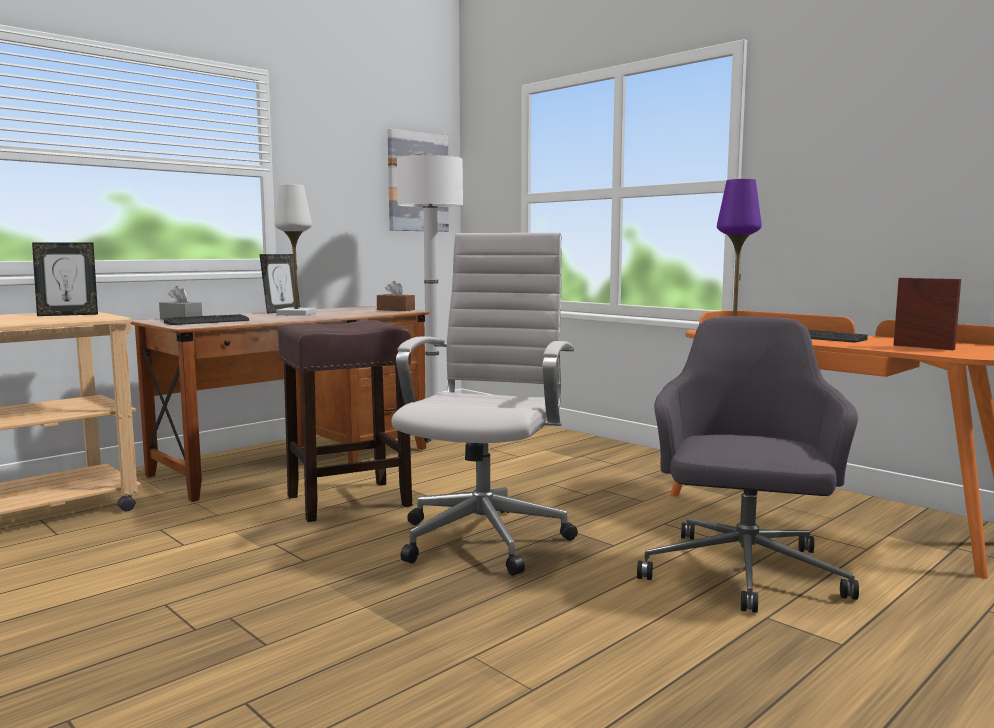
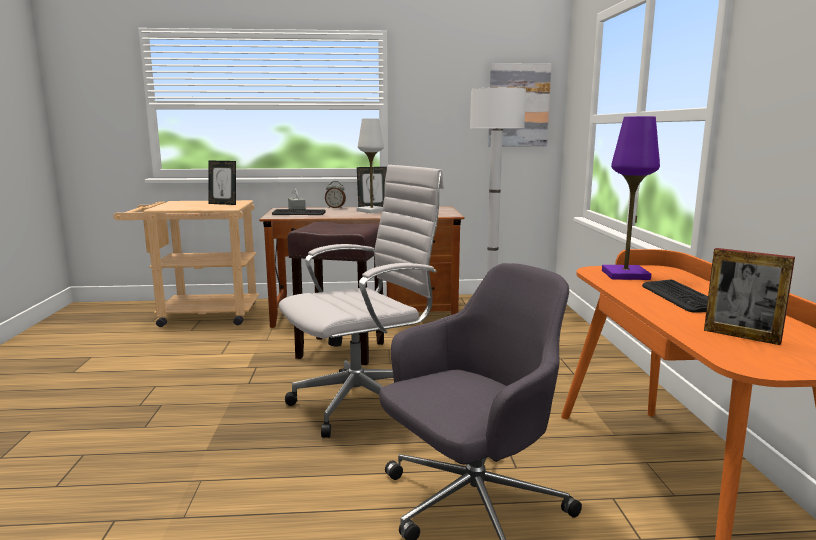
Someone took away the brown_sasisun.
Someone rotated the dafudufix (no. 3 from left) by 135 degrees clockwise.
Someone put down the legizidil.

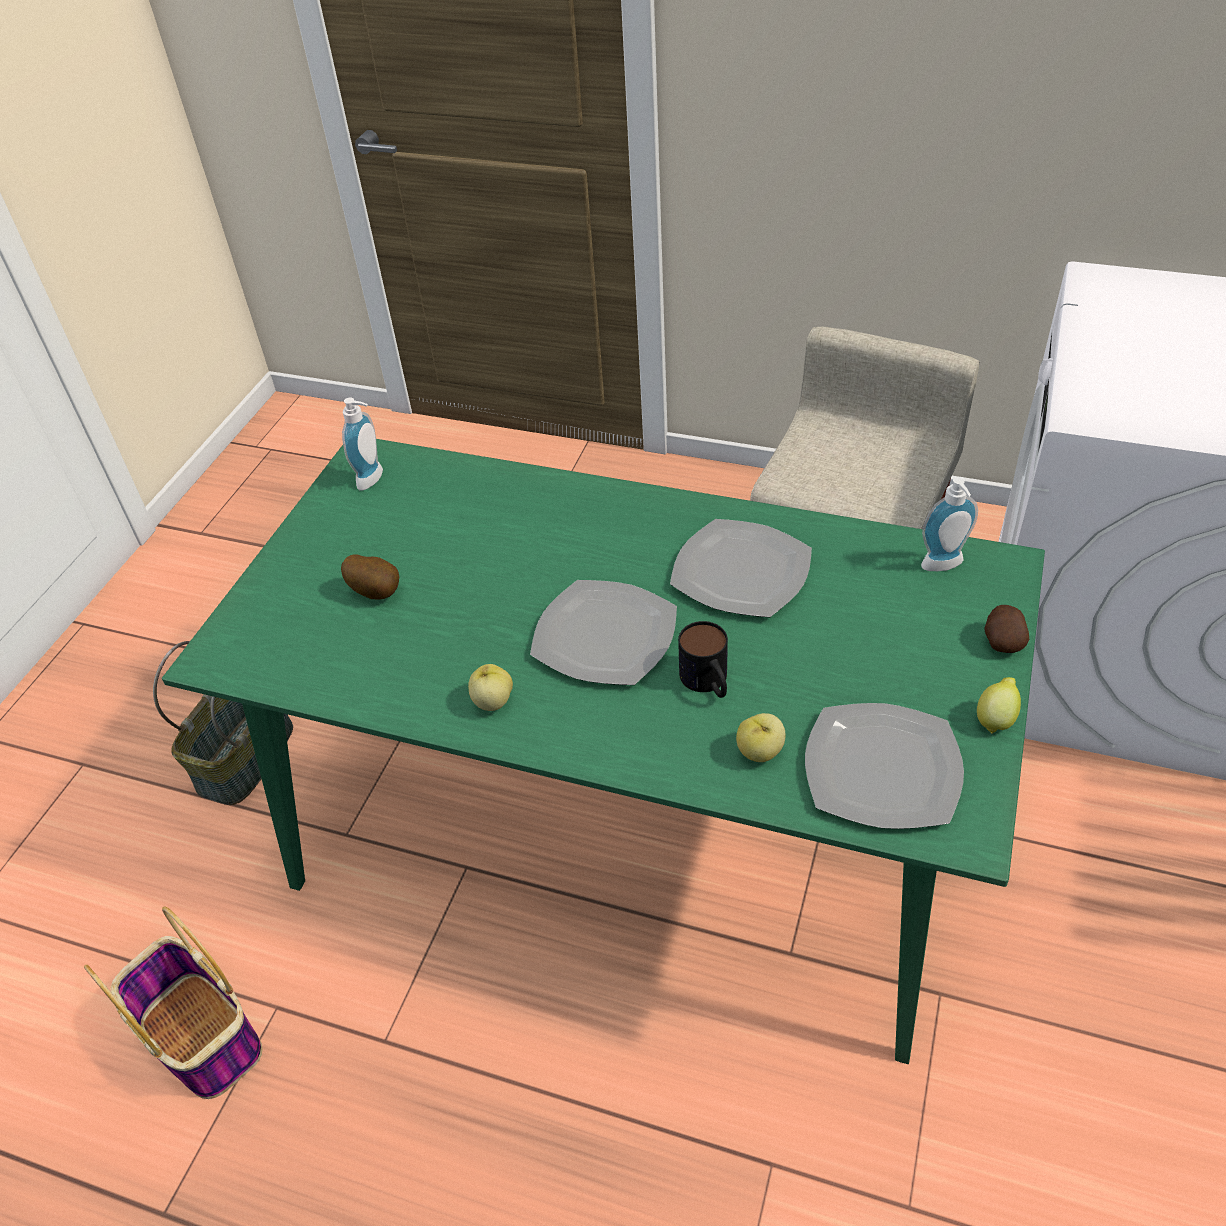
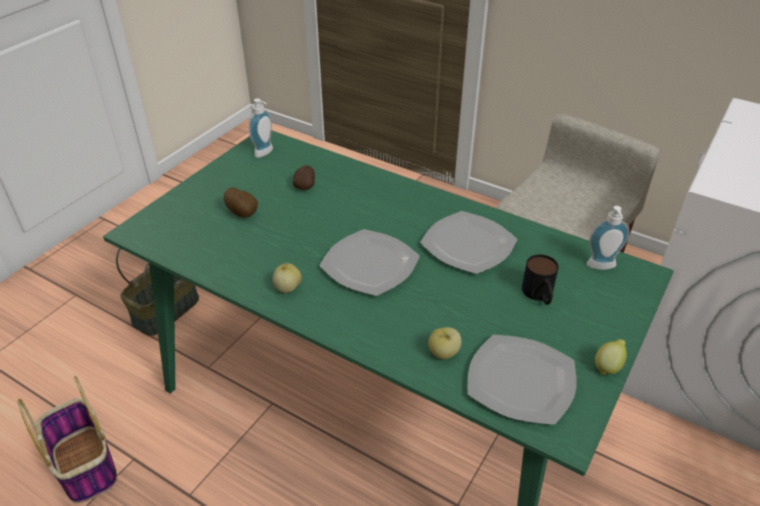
Someone carried the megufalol.
Someone carried the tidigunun (no. 2 from left).

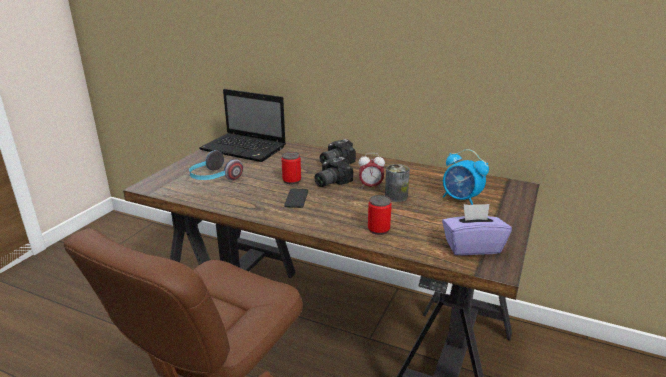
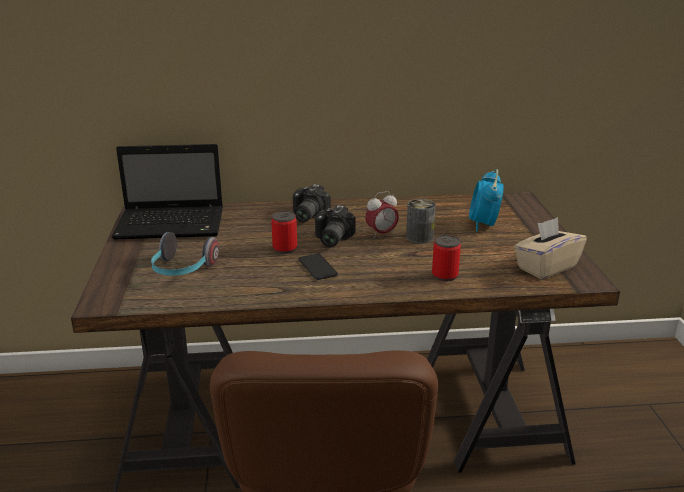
Someone repainted the purple_sasisun, which became the beige_sasisun.
Someone rotated the legizidil (no. 2 from left) by 90 degrees clockwise.

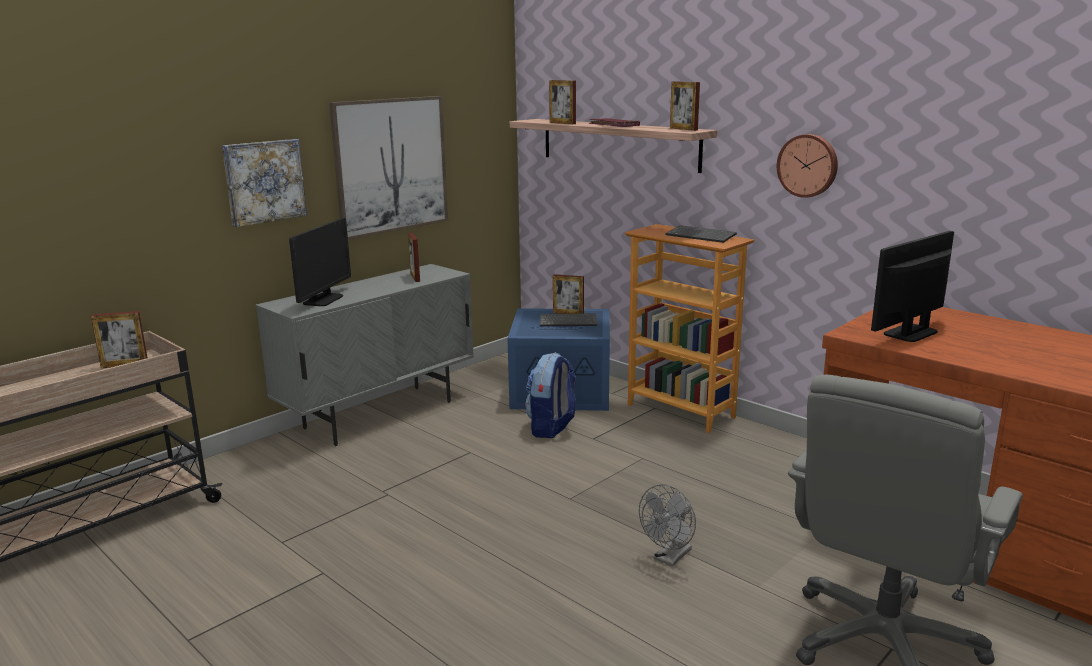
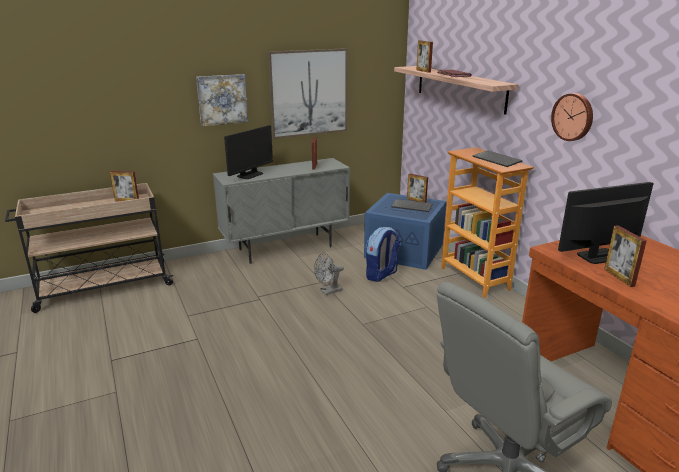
Someone carried the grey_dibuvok.
Someone carried the dafudufix (no. 5 from left).

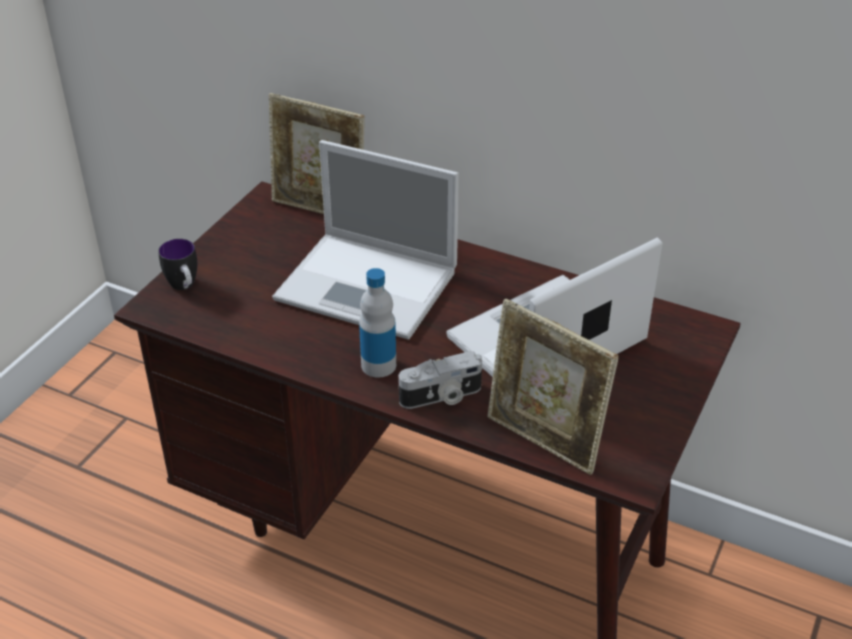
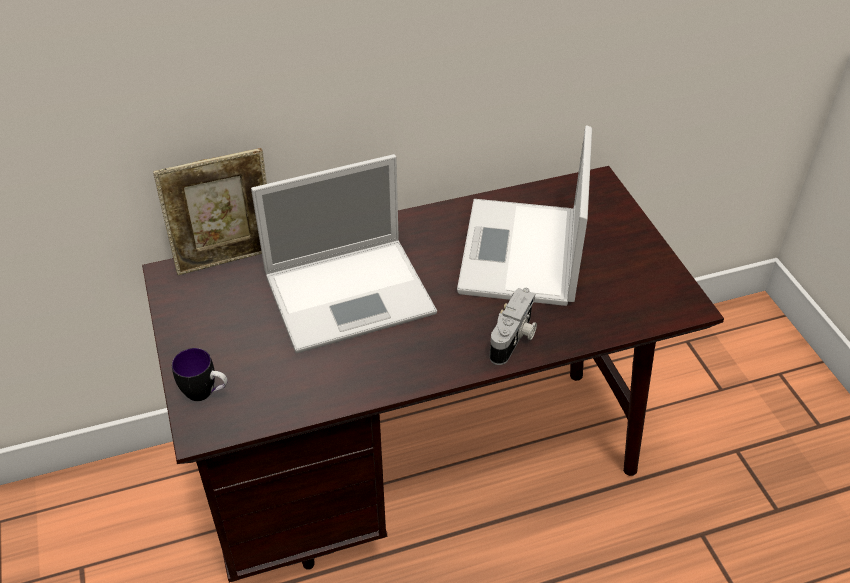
Someone took away the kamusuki.
Someone took away the dafudufix (no. 2 from left).

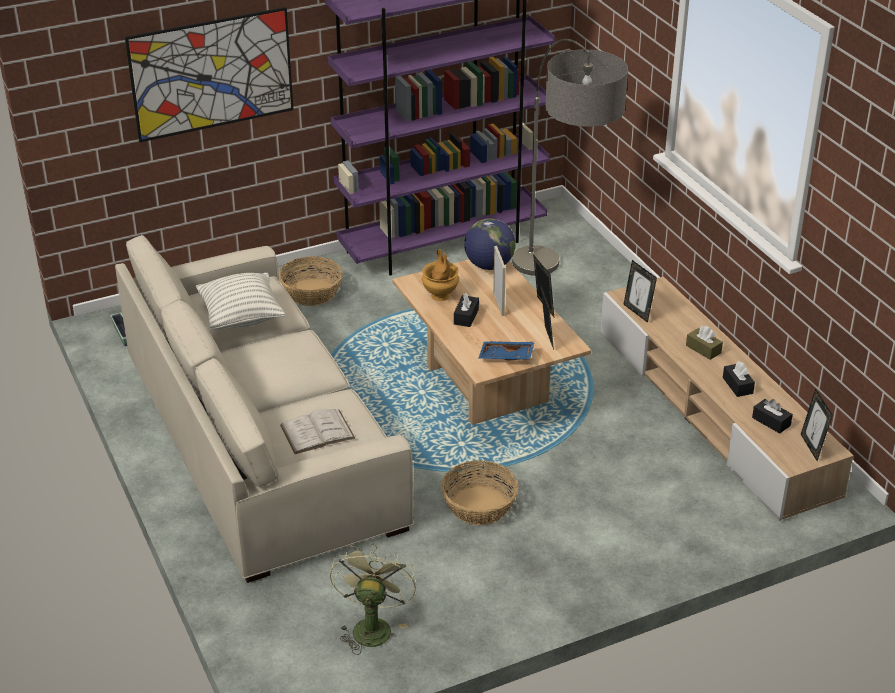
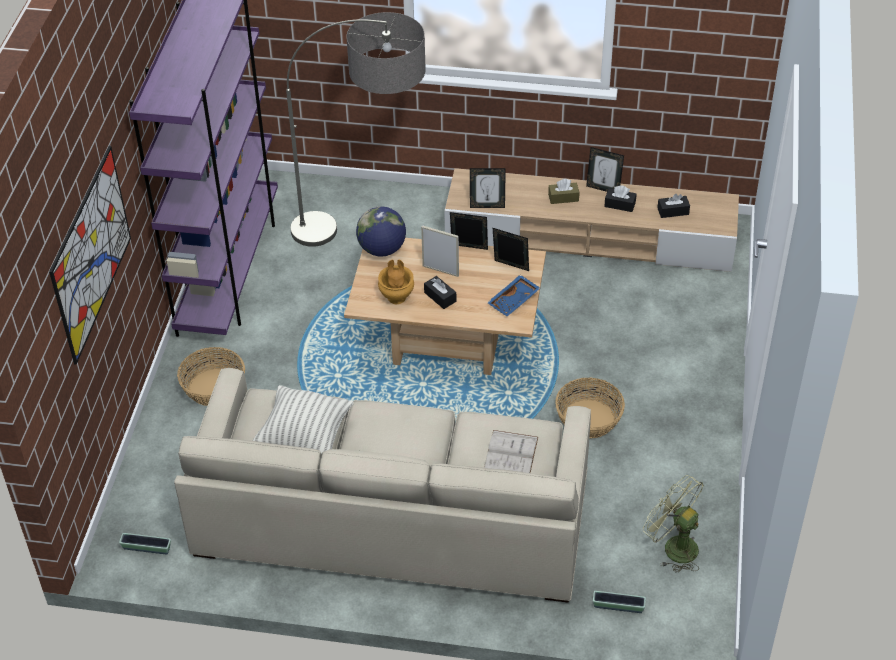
Someone carried the dafudufix (no. 5 from left).
Someone put down the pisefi (no. 2 from left).

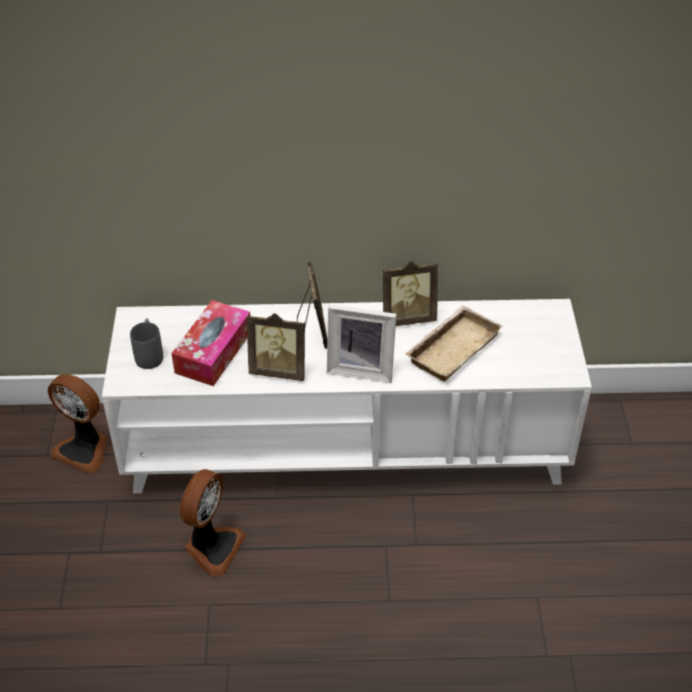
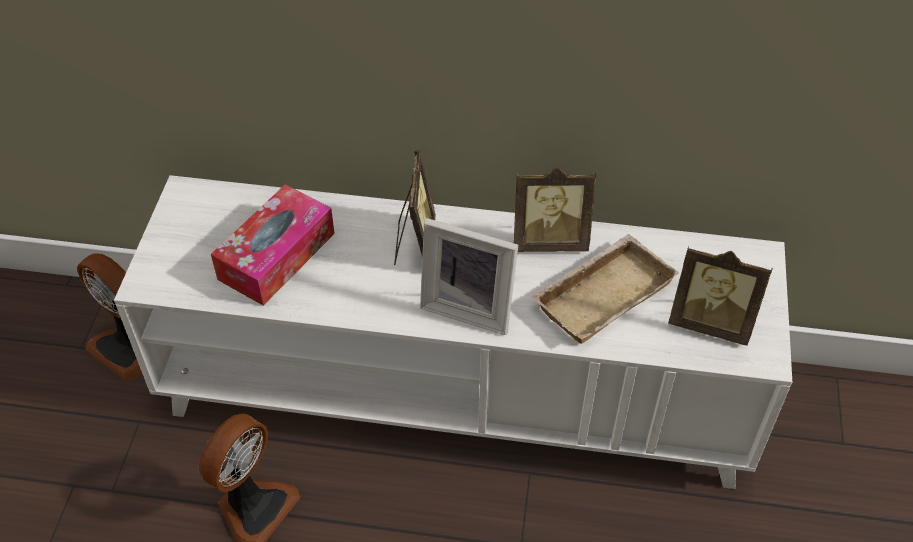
Someone took away the grey_megufalol.
Someone carried the dafudufix (no. 1 from left in the first image).

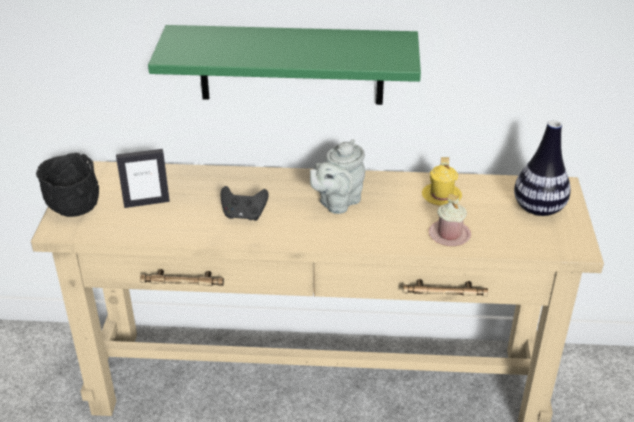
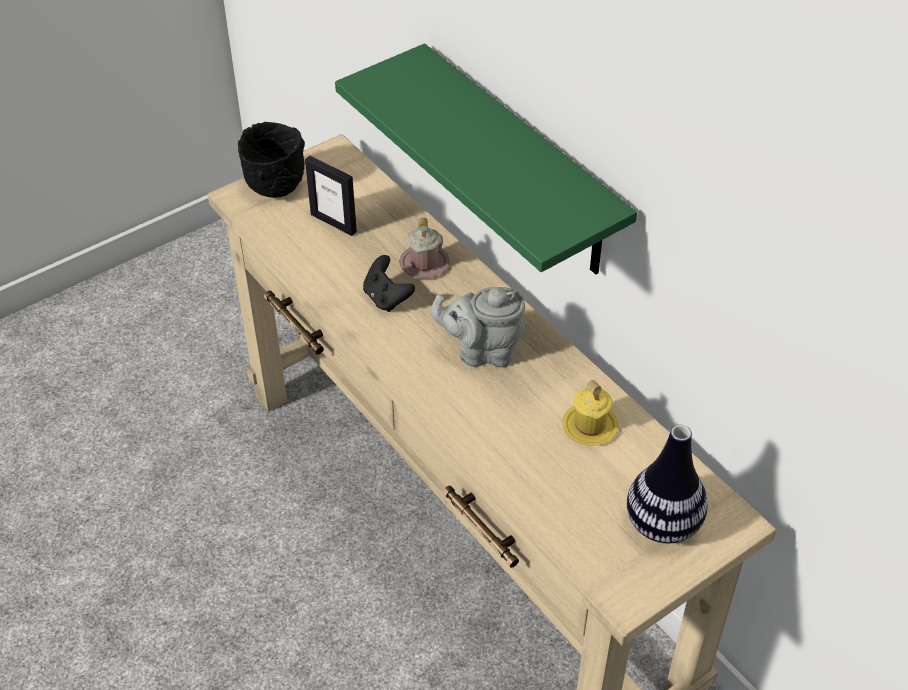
Someone carried the pink_megufalol.

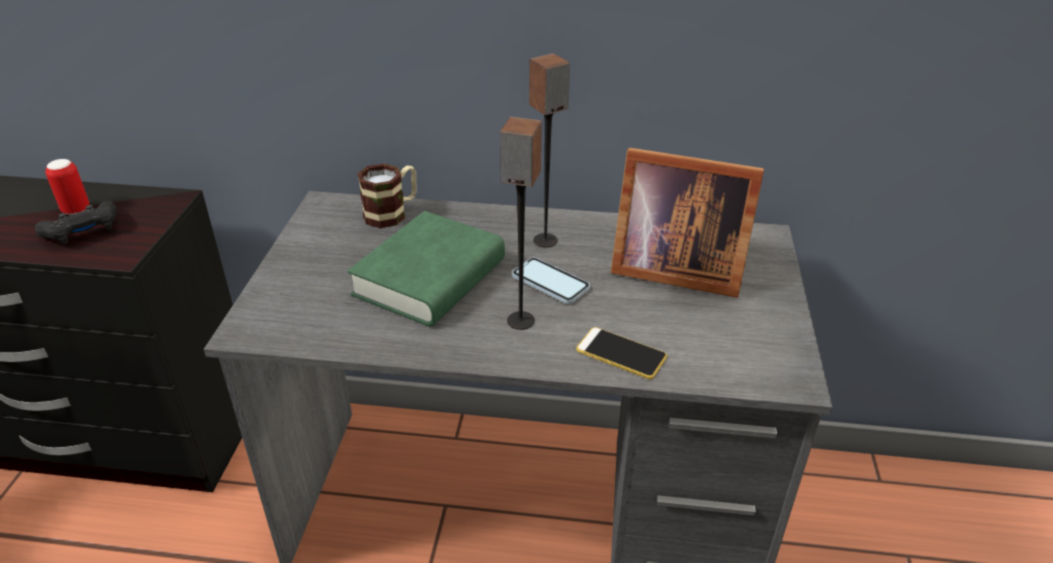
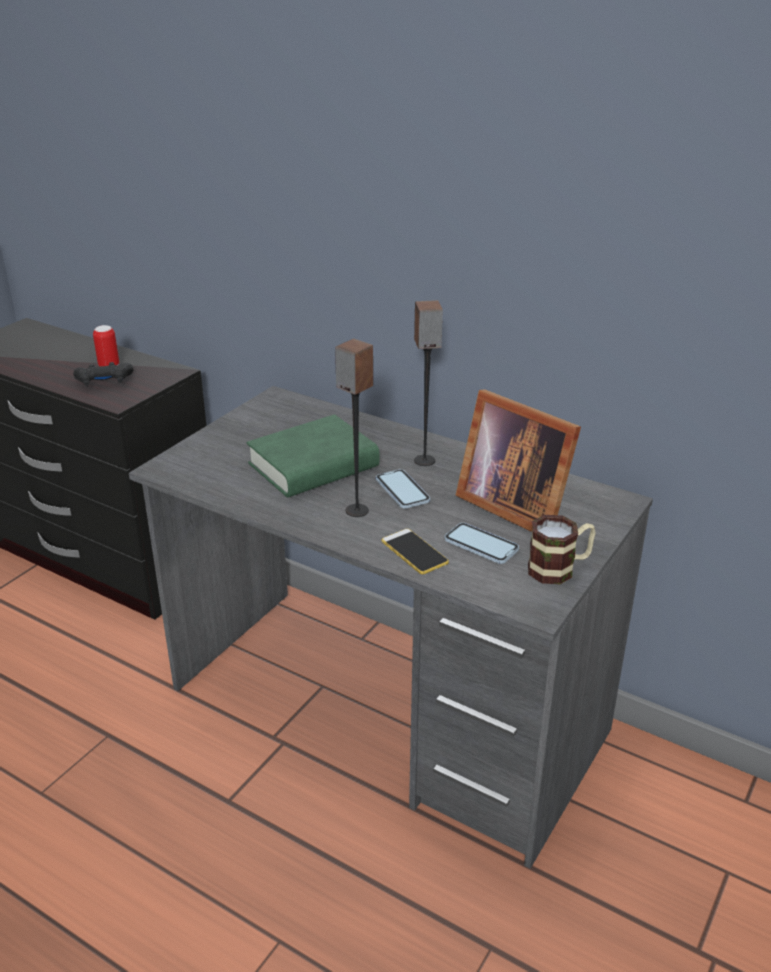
Someone carried the megufalol.
Someone put down the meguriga (no. 3 from left).

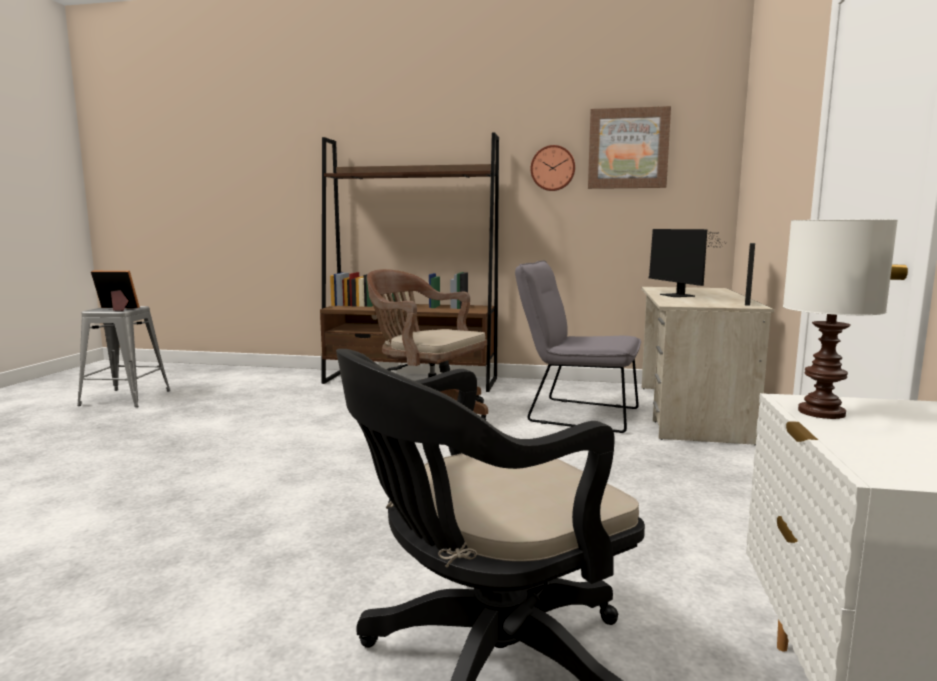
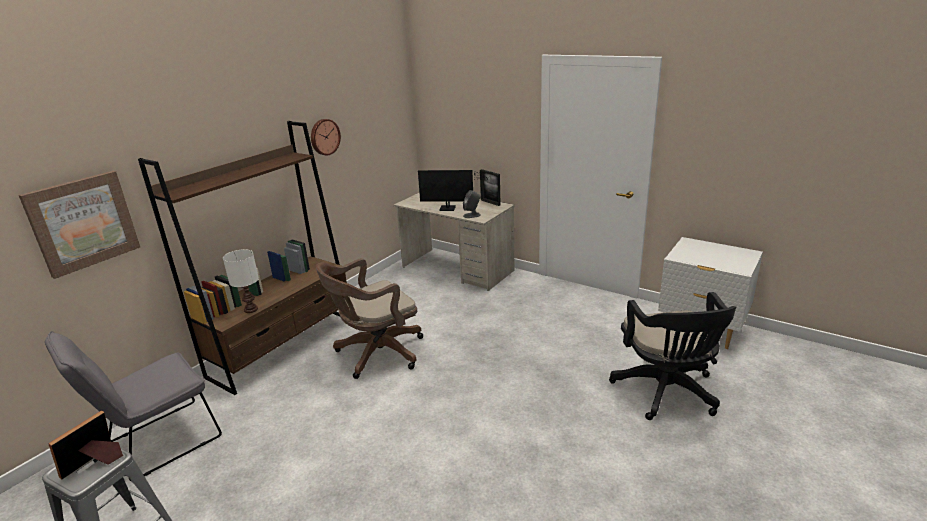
Someone carried the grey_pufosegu.
Someone carried the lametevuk.
Someone carried the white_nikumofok.
Someone put down the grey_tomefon.

